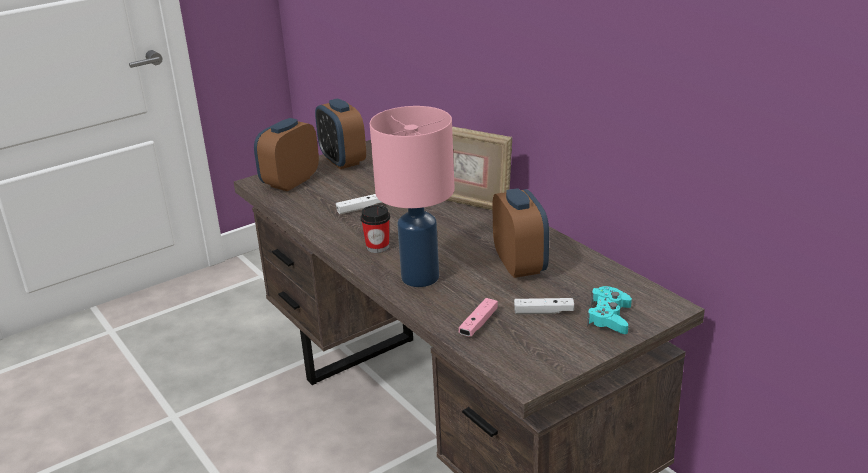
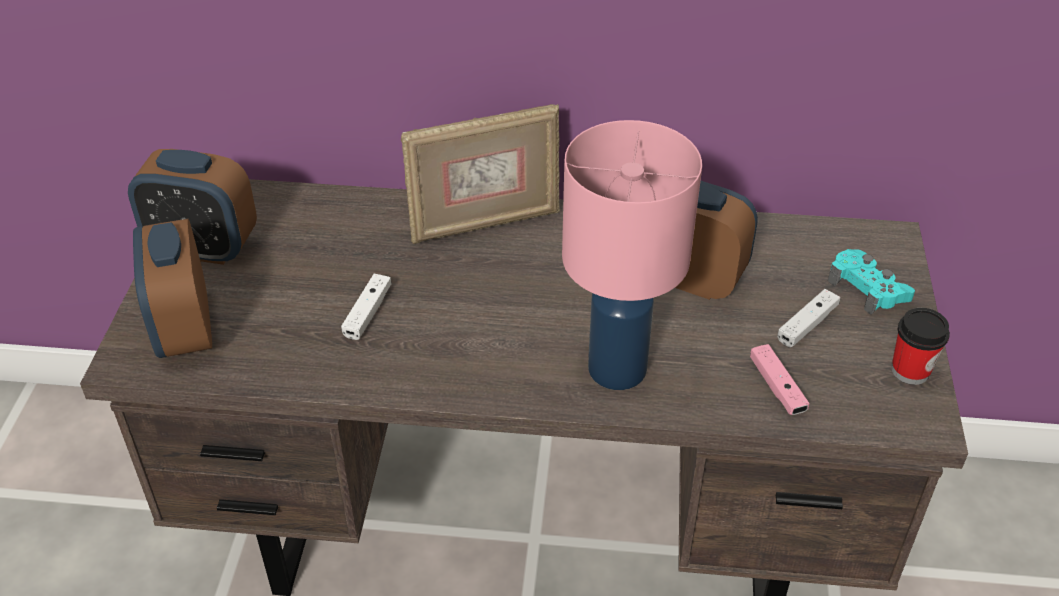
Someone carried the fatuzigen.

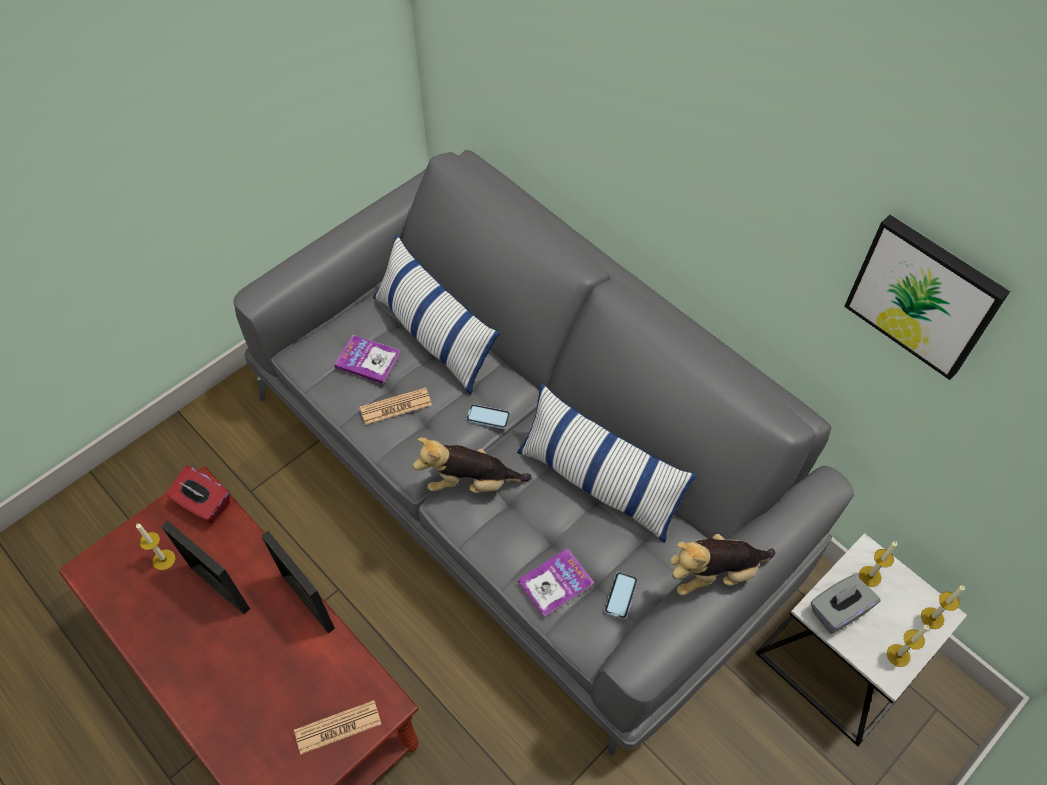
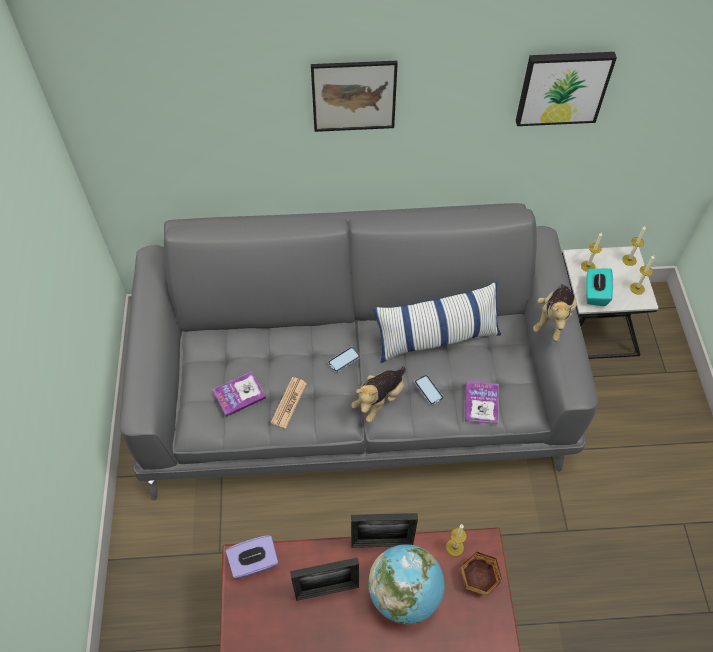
Someone carried the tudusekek (no. 1 from left).
Someone repainted the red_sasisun, which became the purple_sasisun.
Someone swapped the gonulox (no. 1 from left) for the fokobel.
Someone took away the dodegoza (no. 1 from left).
Someone carried the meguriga (no. 2 from left).
Someone repainted the grey_sasisun, which became the turquoise_sasisun.
Someone put up the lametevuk (no. 1 from left).
Someone put down the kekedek.

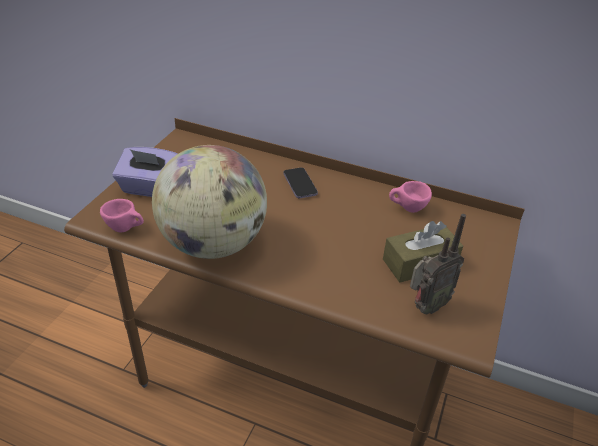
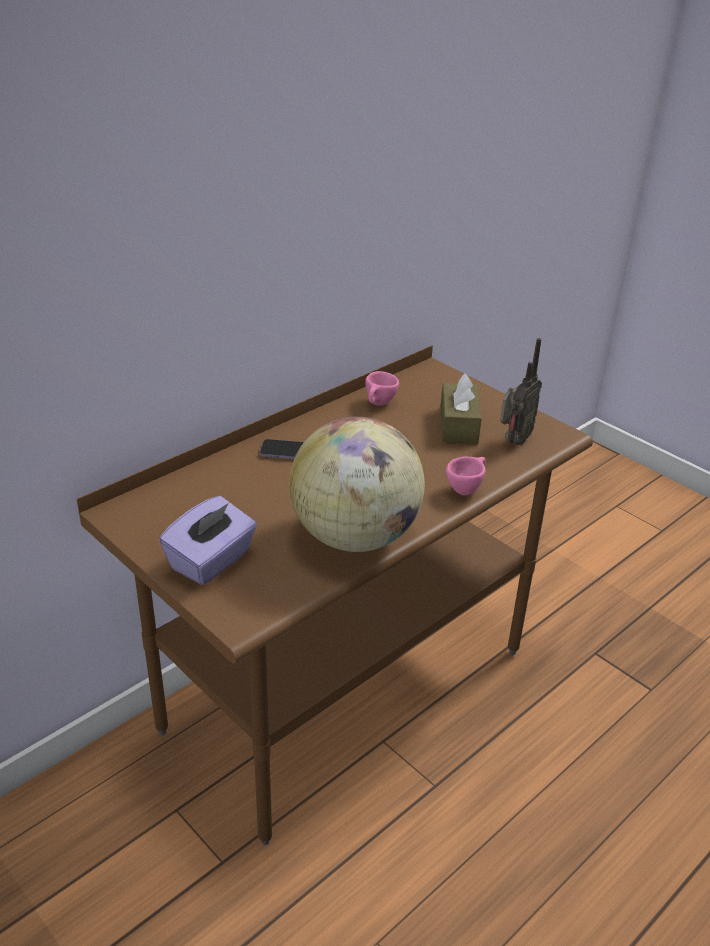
Someone carried the pink_fatuzigen (no. 1 from left in the first image).
Someone rotated the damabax by 45 degrees clockwise.

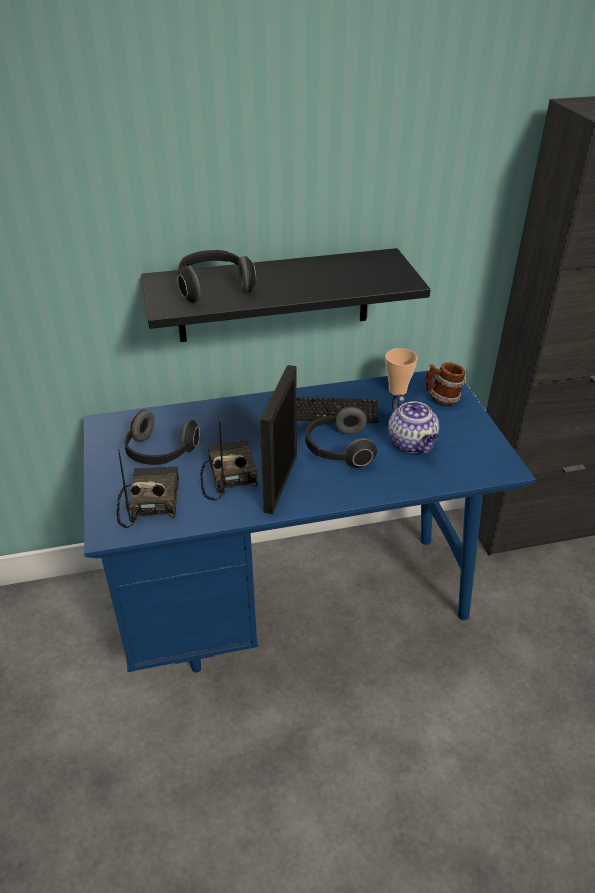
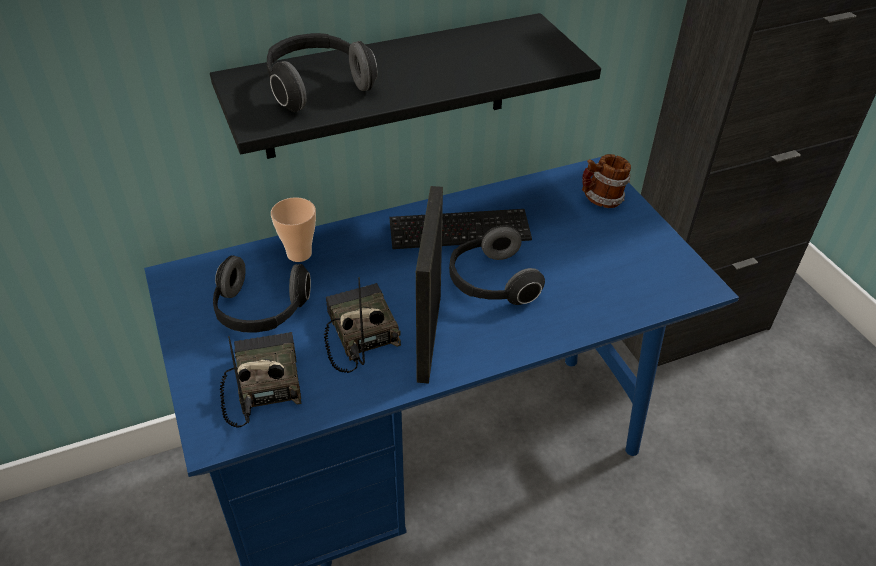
Someone carried the fatuzigen.
Someone took away the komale.

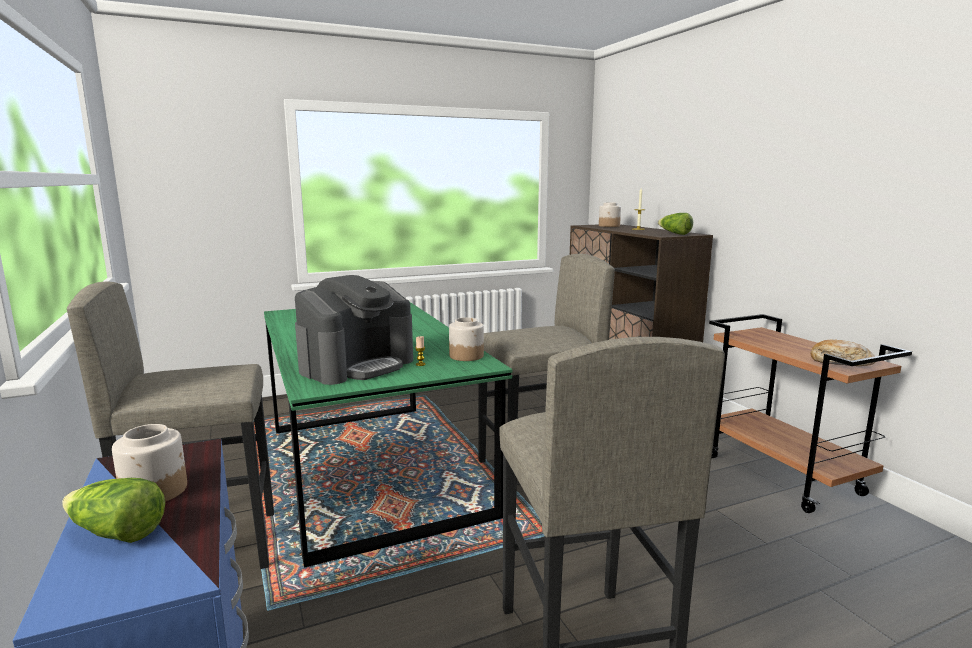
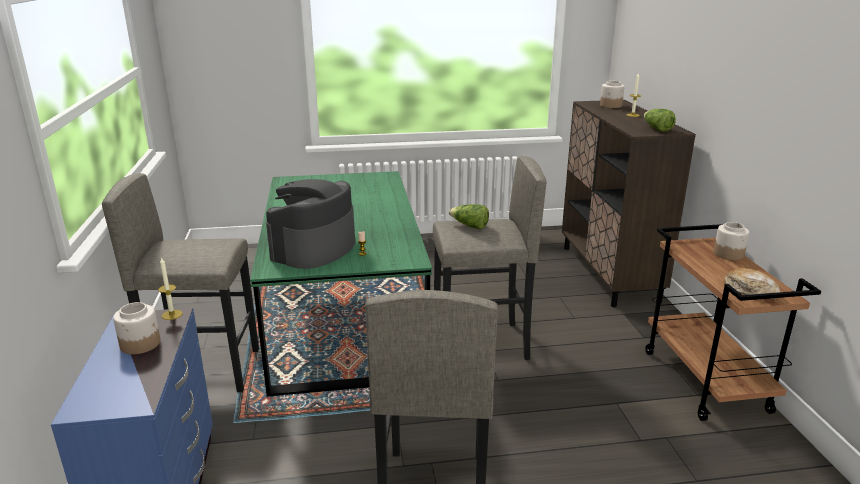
Someone carried the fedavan (no. 1 from left).
Someone rotated the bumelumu by 150 degrees clockwise.
Someone carried the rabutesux (no. 2 from left in the first image).
Someone put down the tudusekek (no. 1 from left).

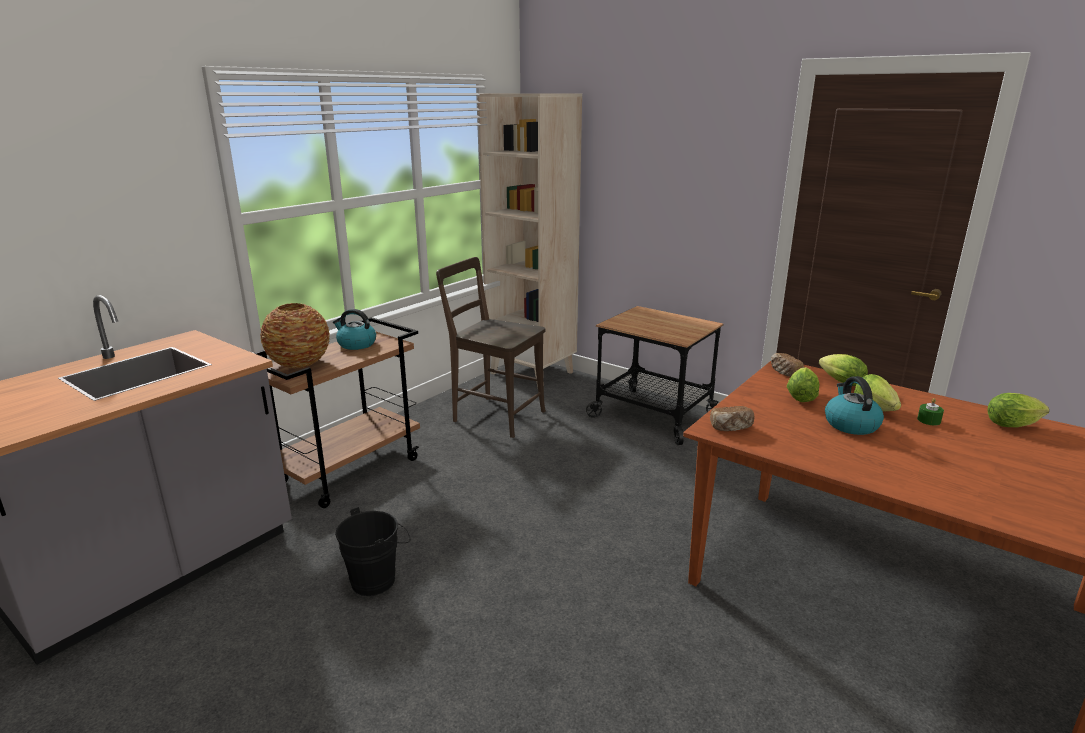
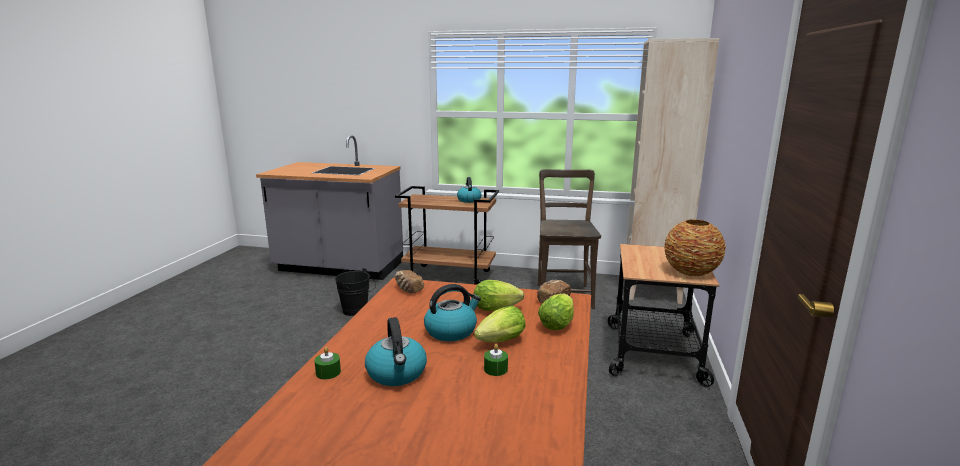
Someone carried the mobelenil.
Someone took away the fedavan (no. 4 from left).
Someone put down the green_tudusekek (no. 1 from left).
Someone put down the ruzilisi (no. 1 from left).

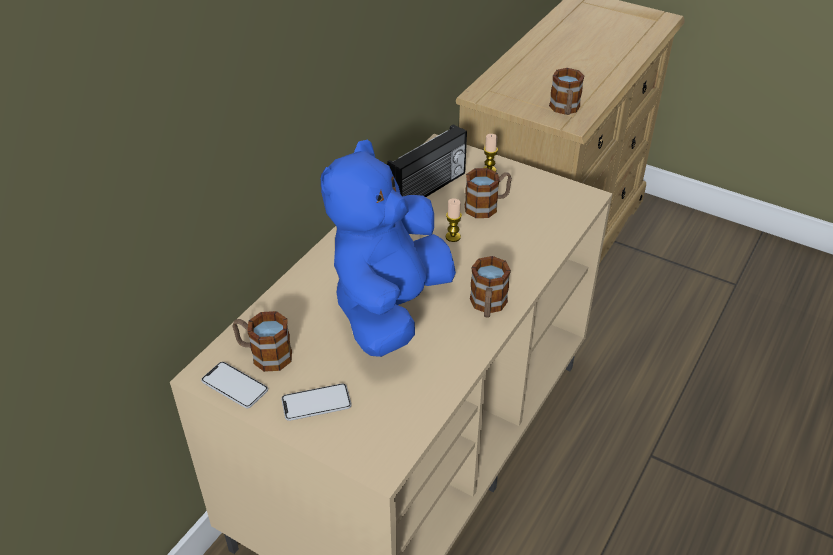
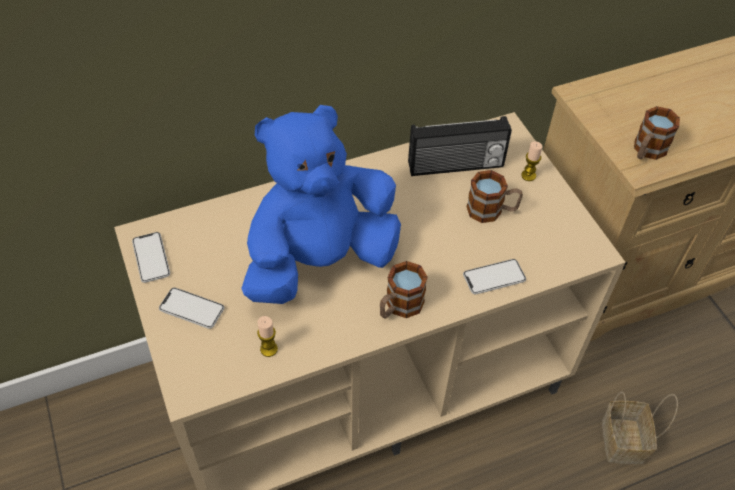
Someone took away the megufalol (no. 1 from left).
Someone carried the tudusekek (no. 1 from left).
Someone put down the meguriga (no. 3 from left).
Someone put down the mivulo.

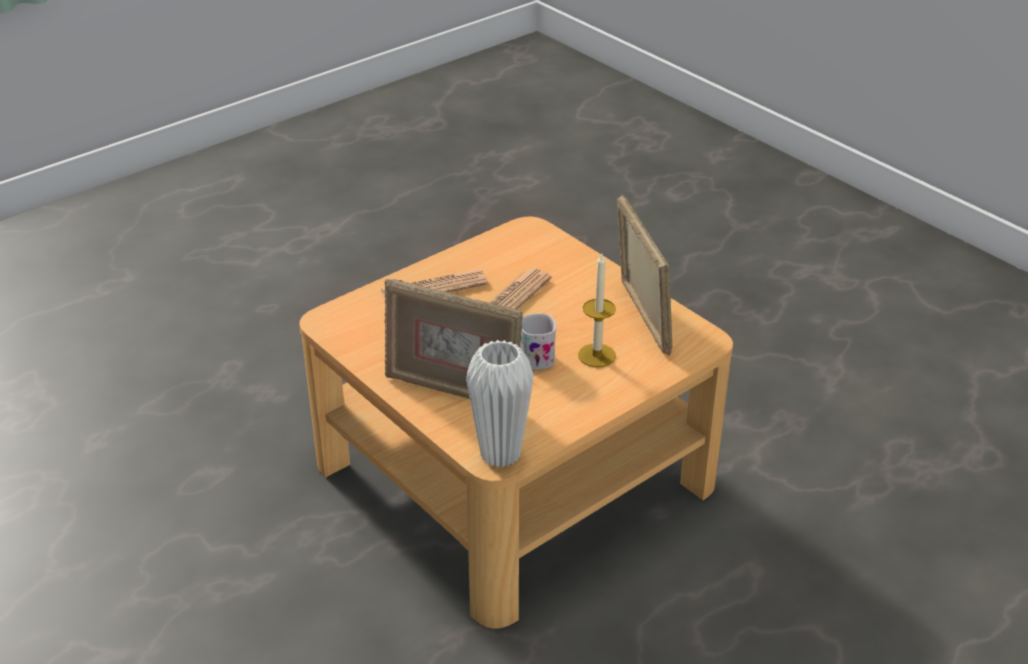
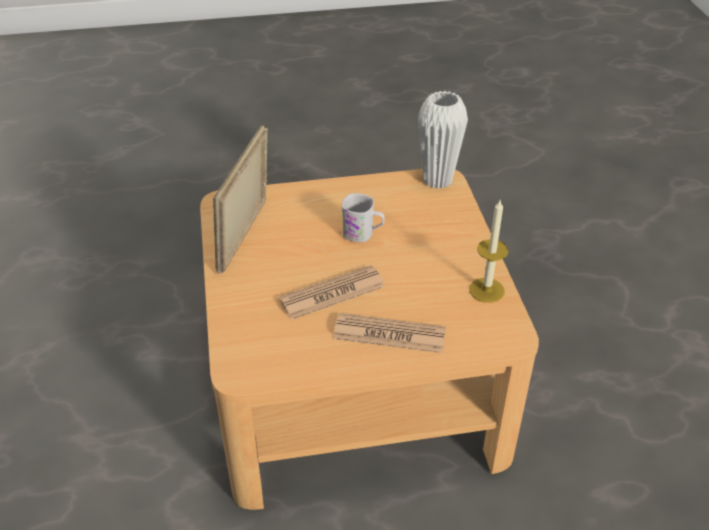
Someone took away the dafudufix (no. 1 from left).
Someone carried the tudusekek.

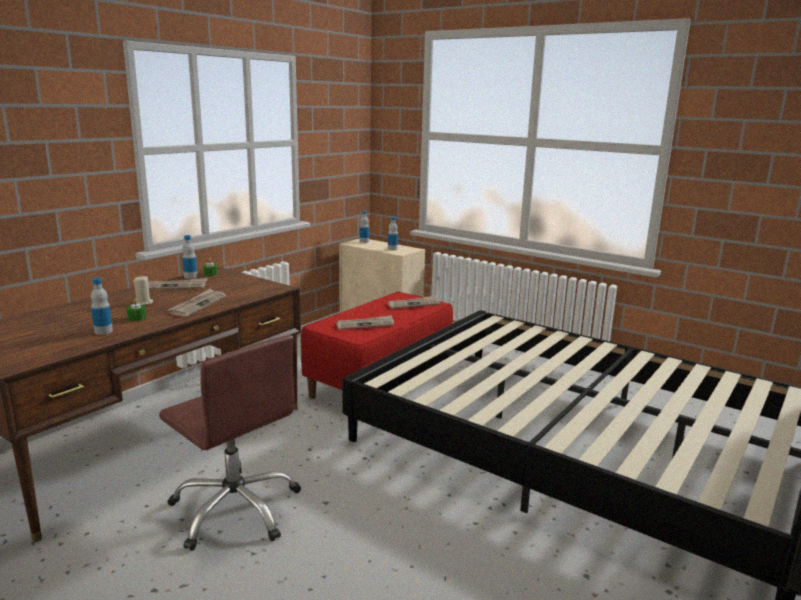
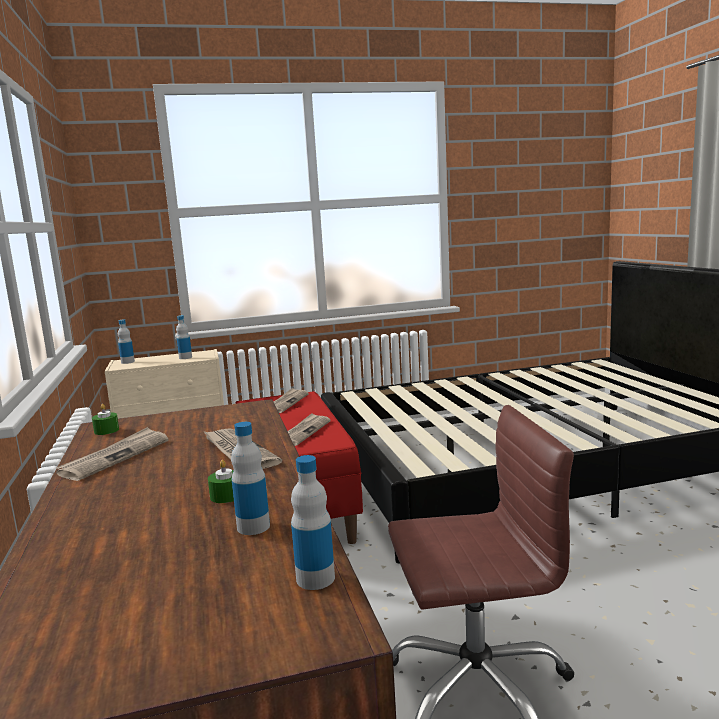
Someone took away the beige_tudusekek.
Someone carried the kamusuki (no. 2 from left in the first image).

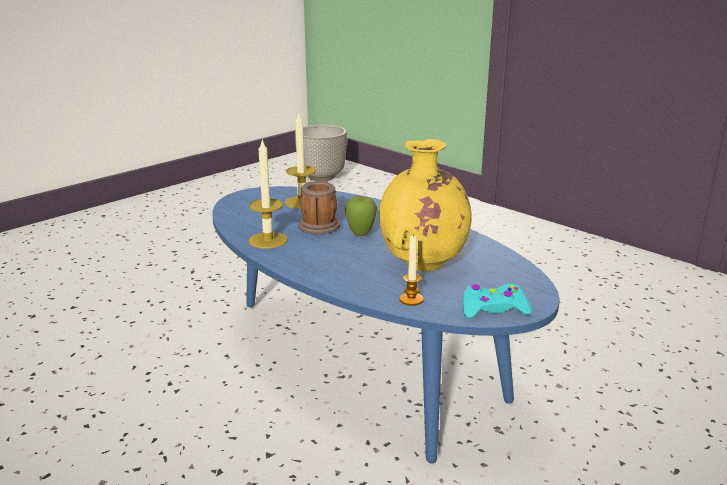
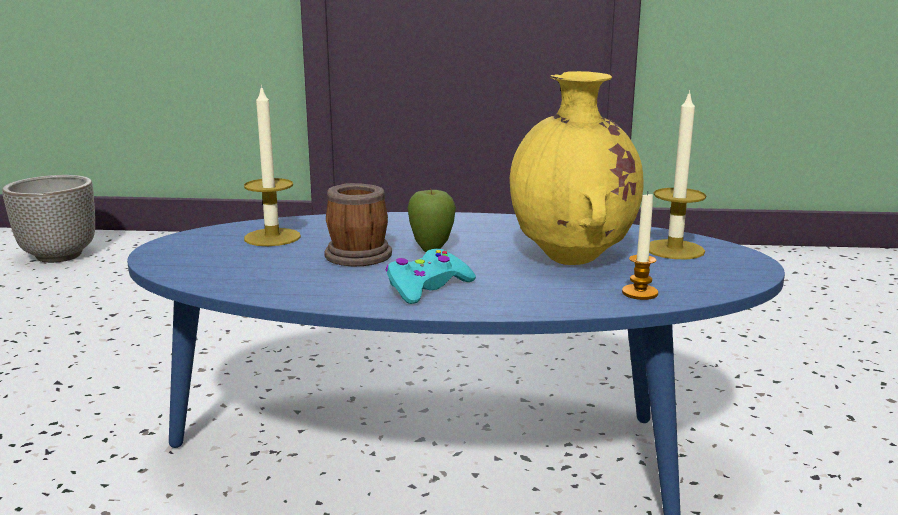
Someone carried the tudusekek (no. 1 from left in the first image).
Someone carried the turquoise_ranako.

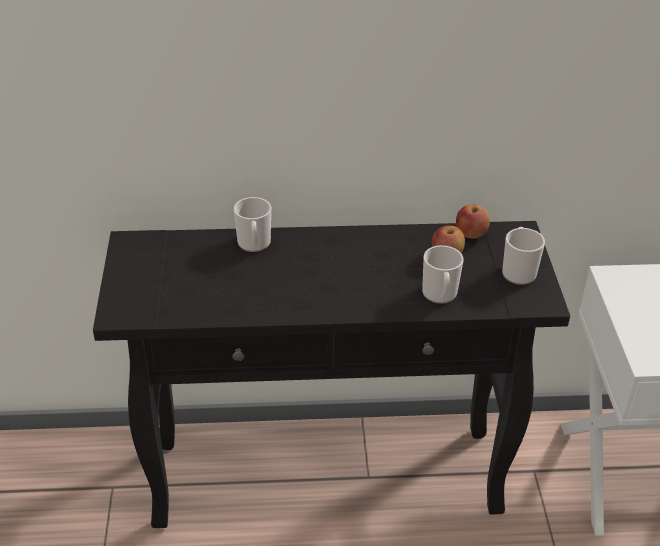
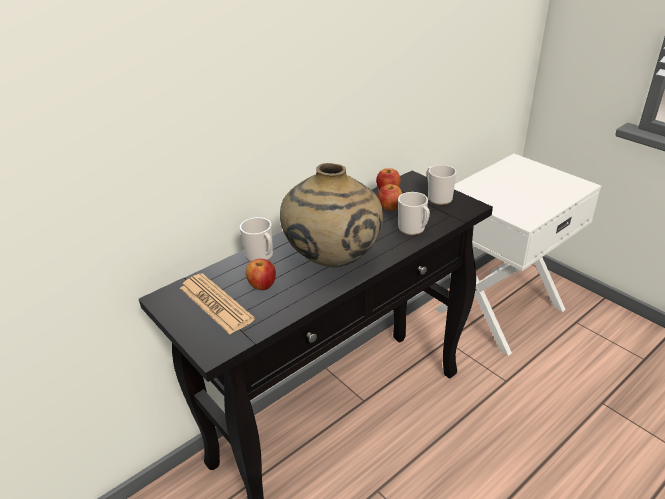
Someone put down the gonulox.
Someone put down the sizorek (no. 1 from left).
Someone put down the beige_mobelenil.

